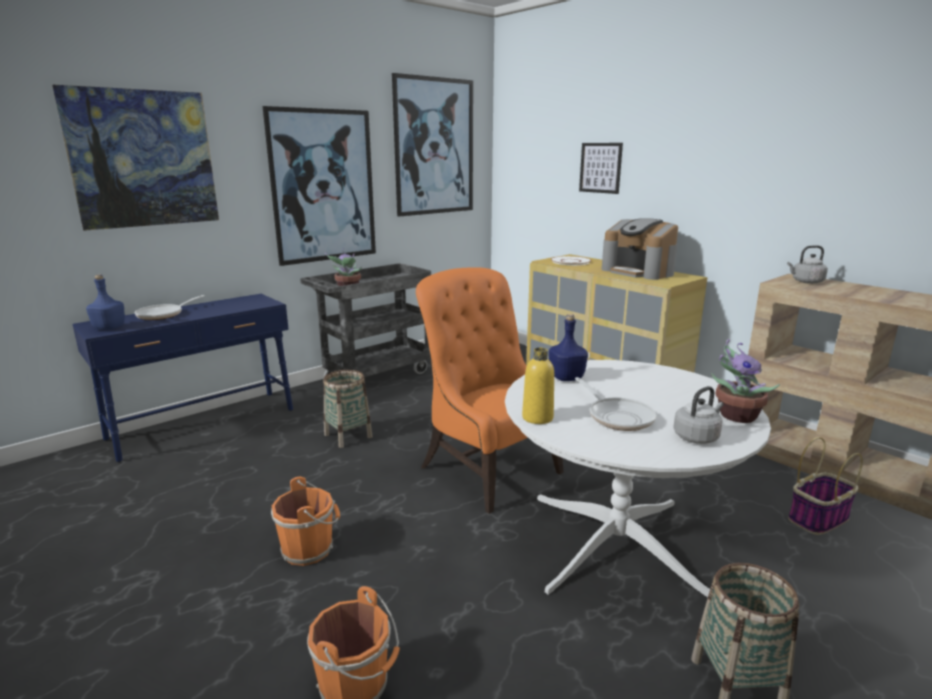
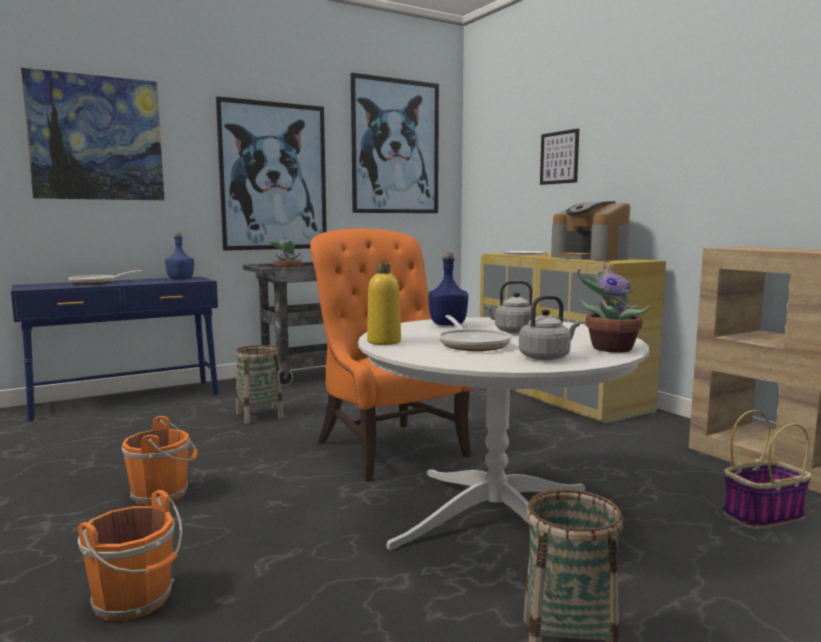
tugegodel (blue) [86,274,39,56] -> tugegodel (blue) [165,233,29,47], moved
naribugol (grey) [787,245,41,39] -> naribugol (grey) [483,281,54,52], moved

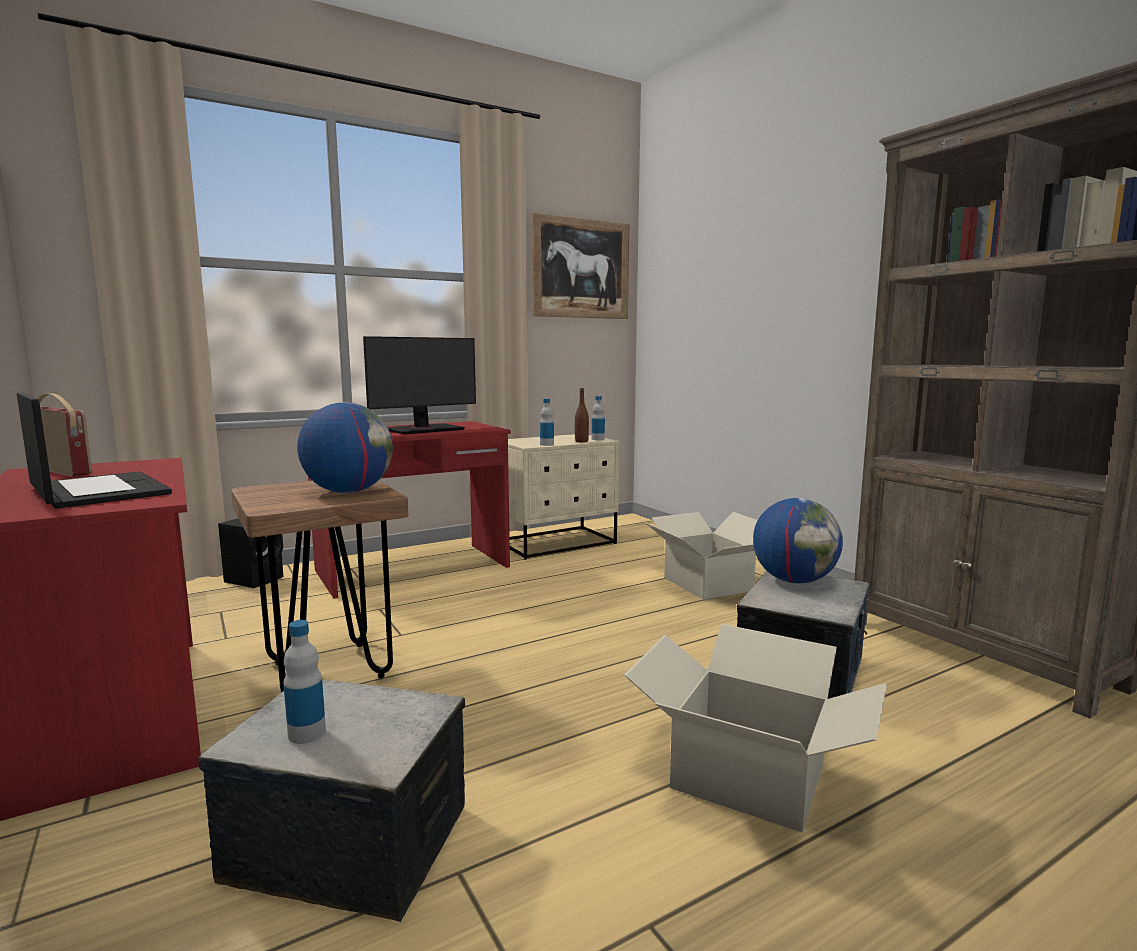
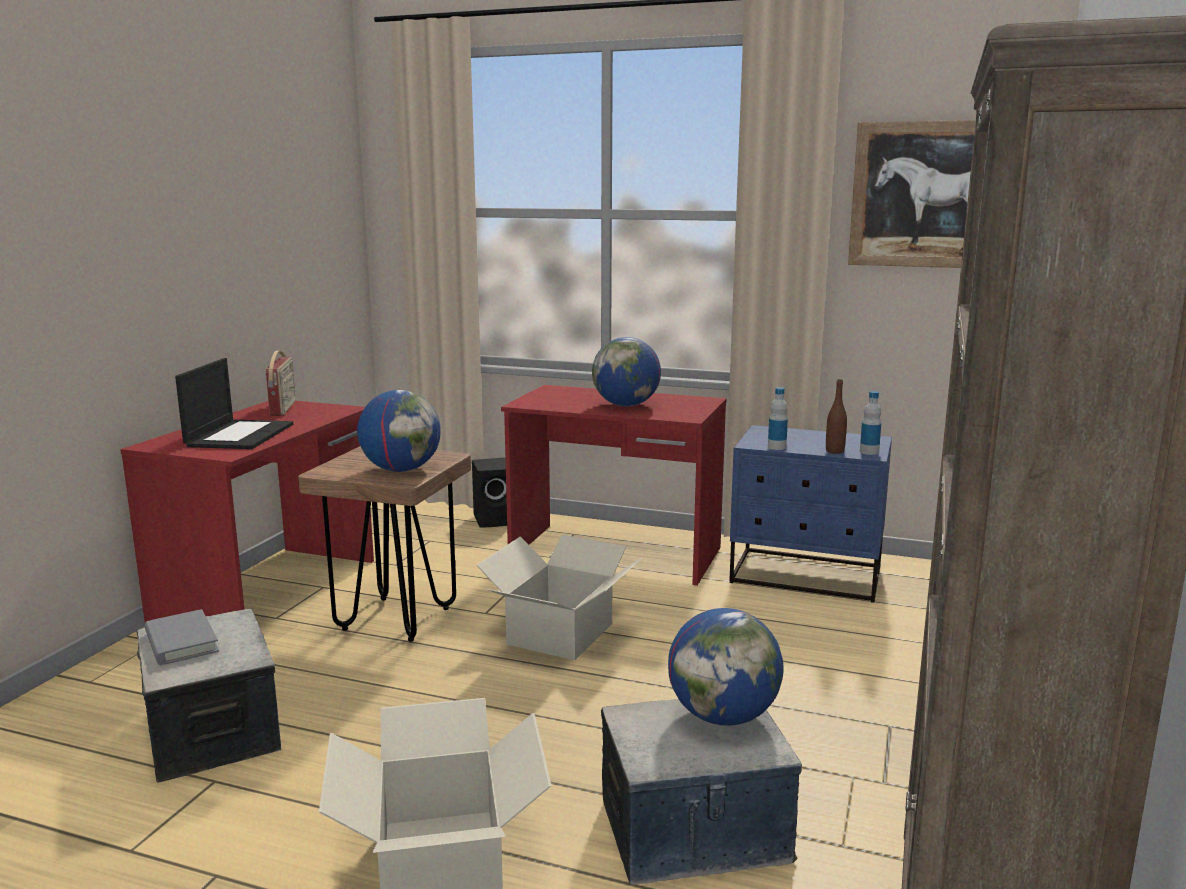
tugegodel [283,620,43,124] -> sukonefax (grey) [145,609,74,56]
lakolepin [645,512,113,88] -> lakolepin [476,535,166,125], moved
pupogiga [363,336,113,99] -> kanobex [592,337,69,70]
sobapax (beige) [508,434,112,126] -> sobapax (blue) [729,425,163,178]

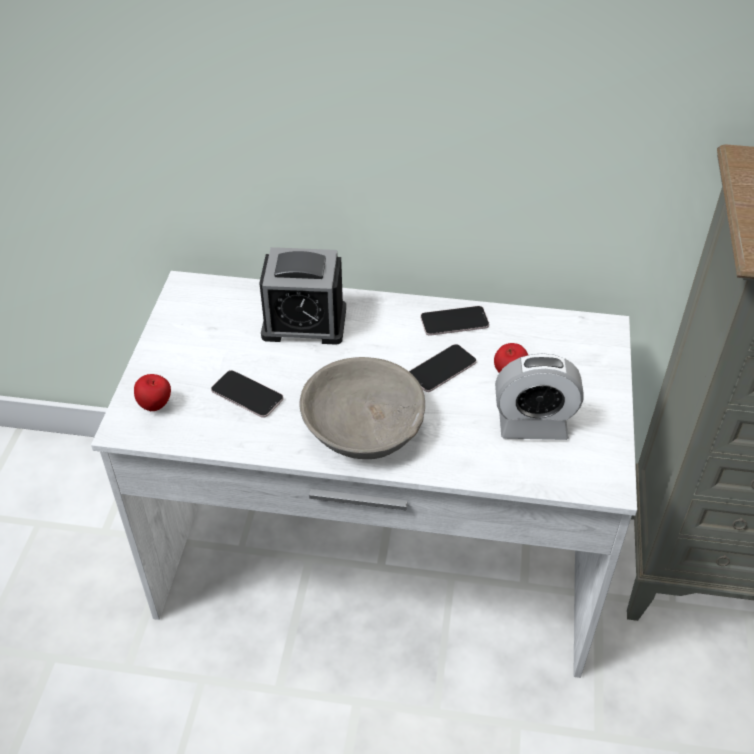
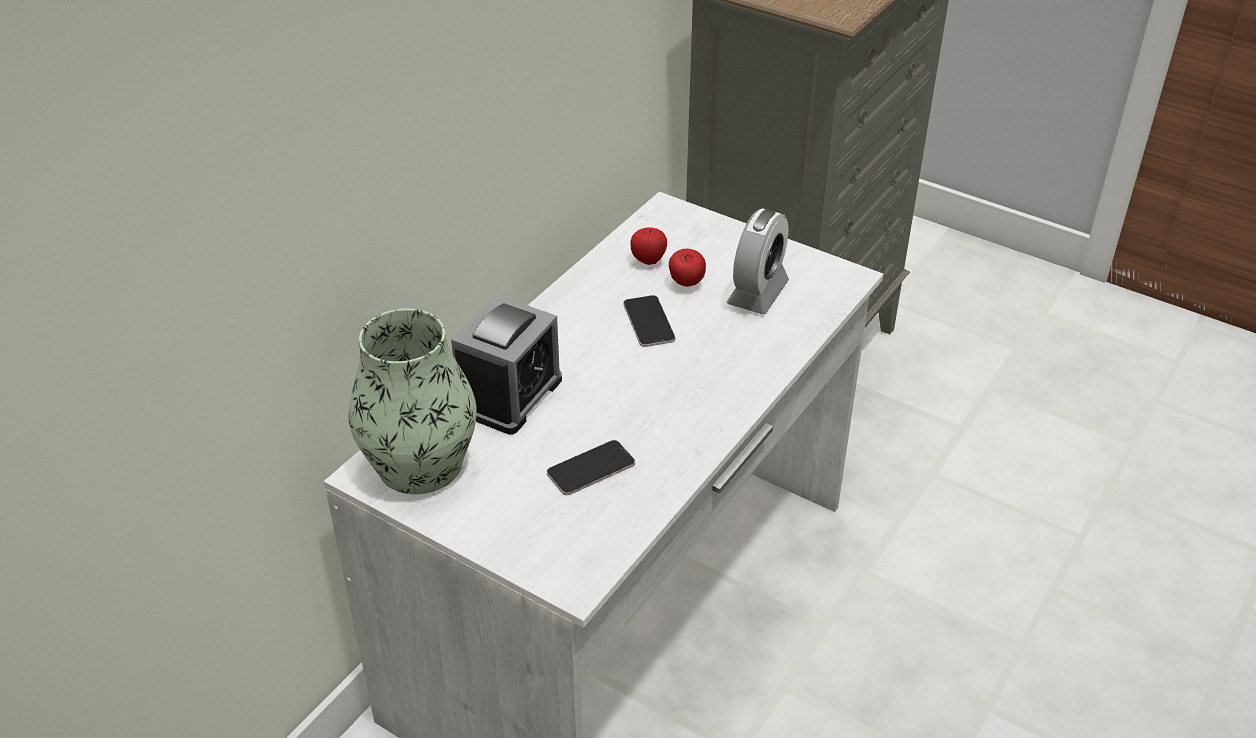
none -> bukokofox [348,309,129,185]
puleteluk [134,374,37,37] -> puleteluk [631,227,36,38], moved
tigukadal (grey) [299,357,126,102] -> none
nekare [420,306,69,30] -> none

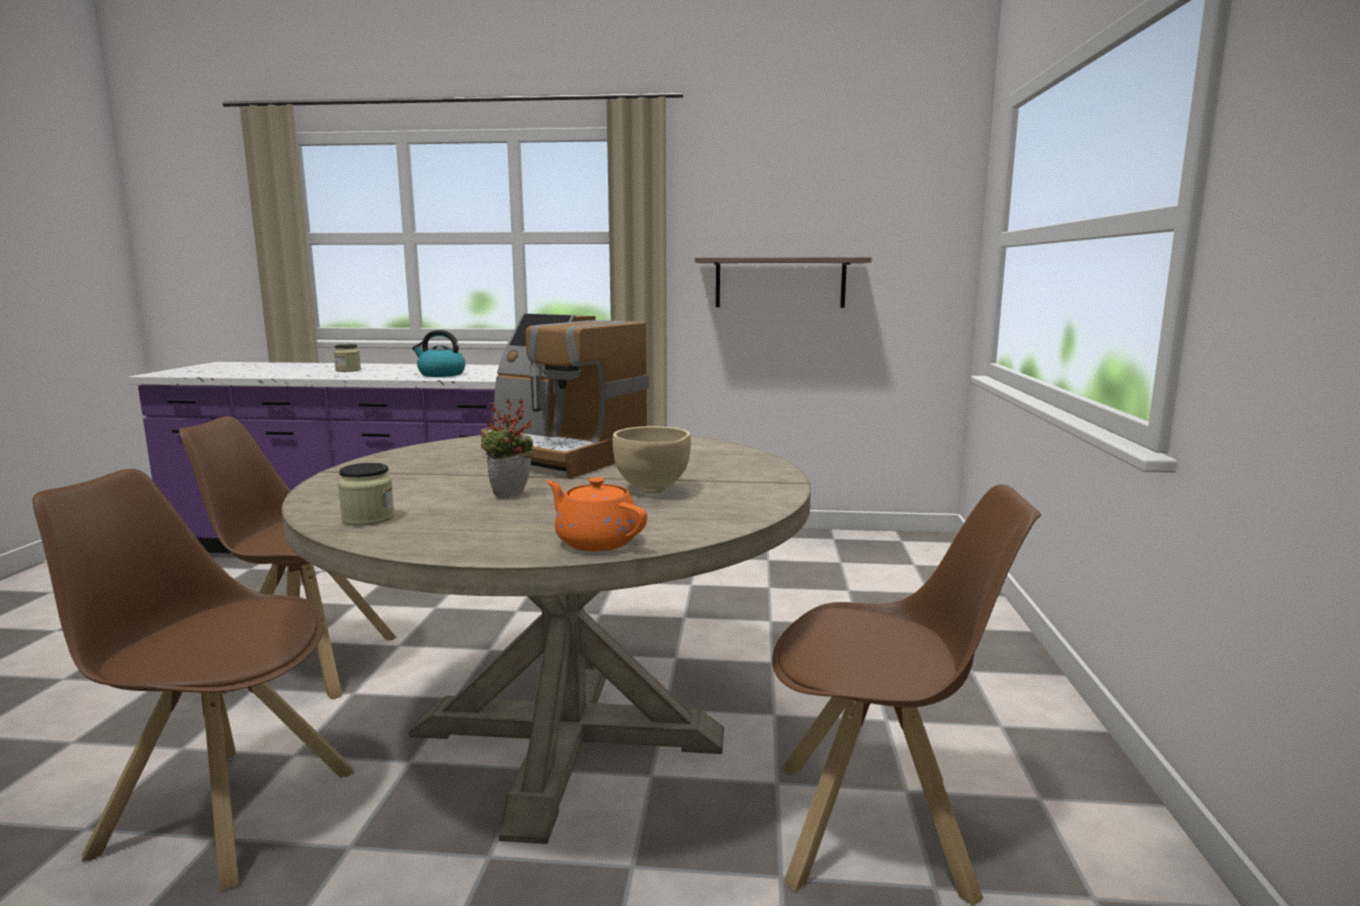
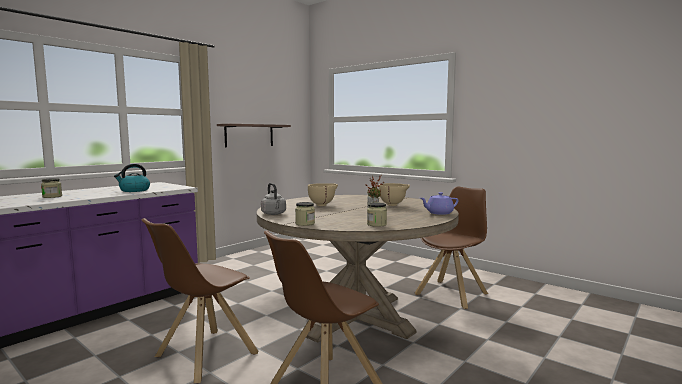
none -> naribugol (grey) [261,183,25,32]
none -> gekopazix [295,202,20,24]
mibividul [481,314,168,164] -> tigukadal (beige) [308,183,30,23]
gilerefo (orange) [546,477,101,74] -> gilerefo (purple) [421,192,37,23]

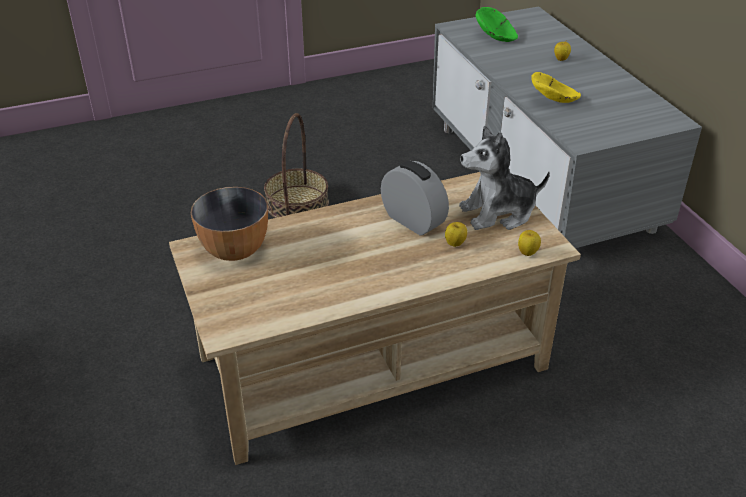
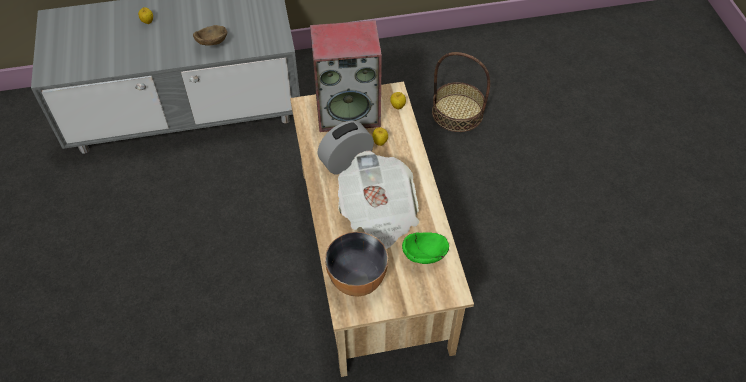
tigukadal (yellow) [531,72,50,31] -> tigukadal (brown) [193,25,34,21]
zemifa [459,125,91,105] -> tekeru [310,20,72,112]
none -> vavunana [338,151,81,98]
tigukadal (green) [475,7,43,35] -> tigukadal (green) [402,232,47,32], moved
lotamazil [264,113,65,105] -> lotamazil [432,52,58,80], moved

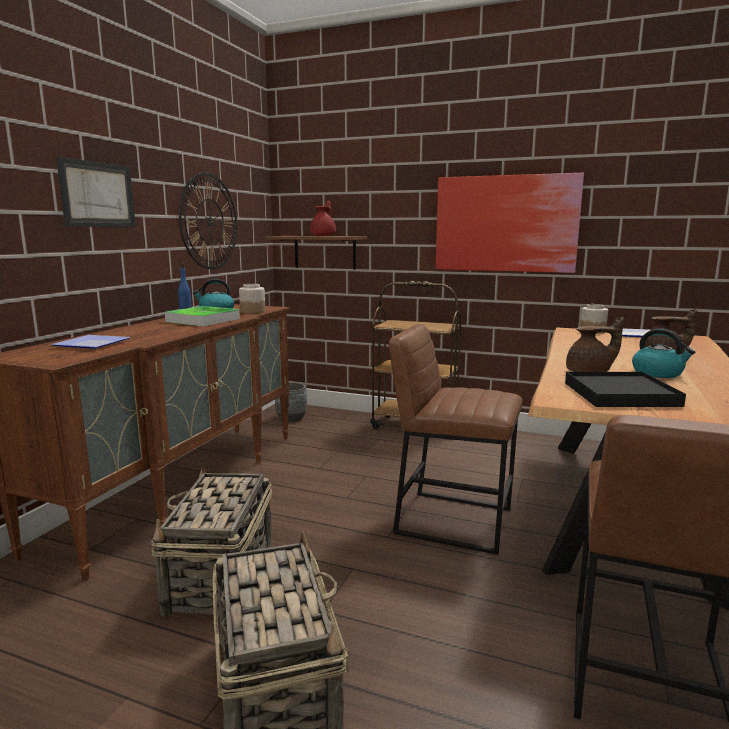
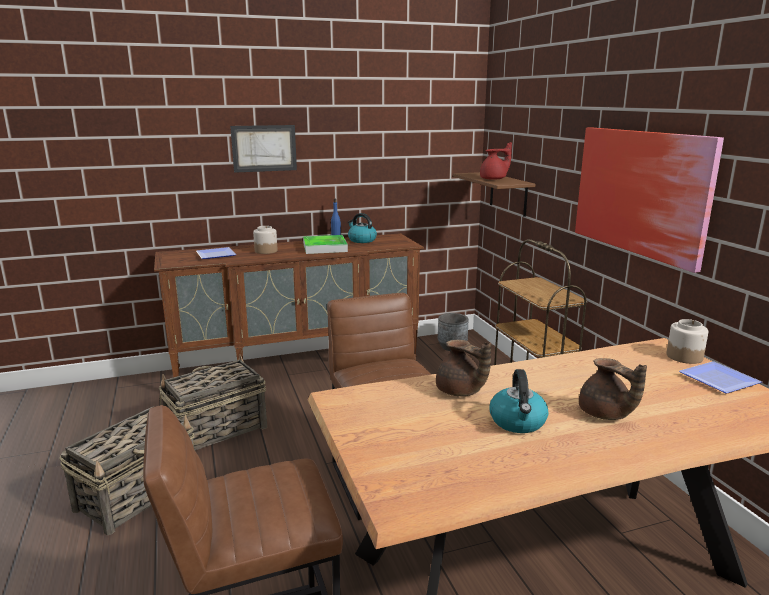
gekopazix [239,284,26,30] -> gekopazix [253,226,24,28], moved
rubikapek [179,172,58,97] -> none
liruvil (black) [565,372,121,35] -> none

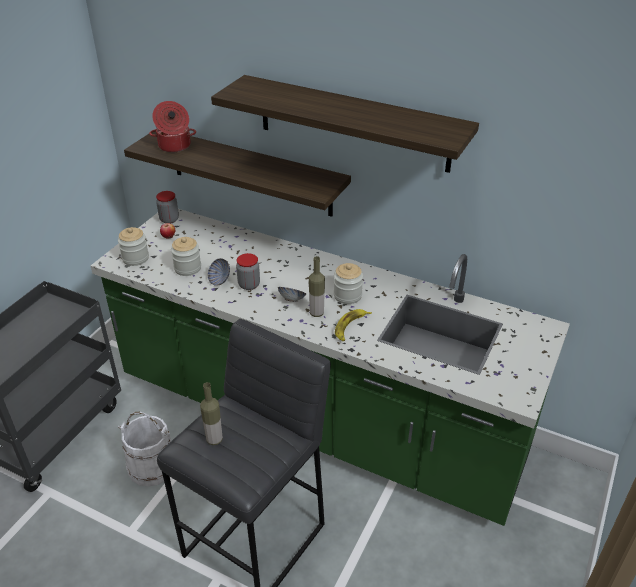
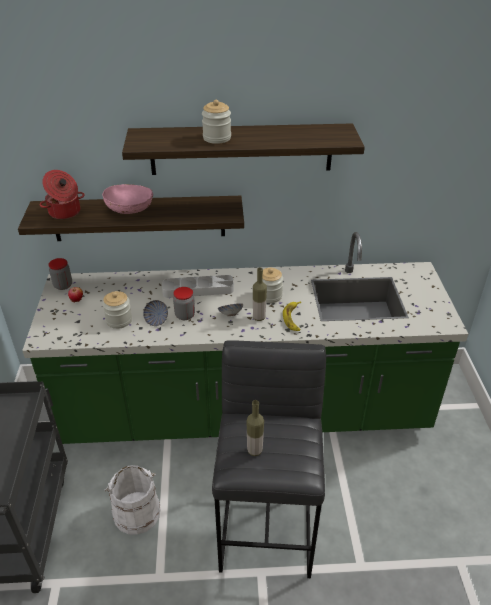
none -> tigukadal (pink) [102,184,51,30]
none -> liruvil (grey) [162,275,72,23]
gekopazix [118,227,31,39] -> gekopazix [202,100,29,44], moved

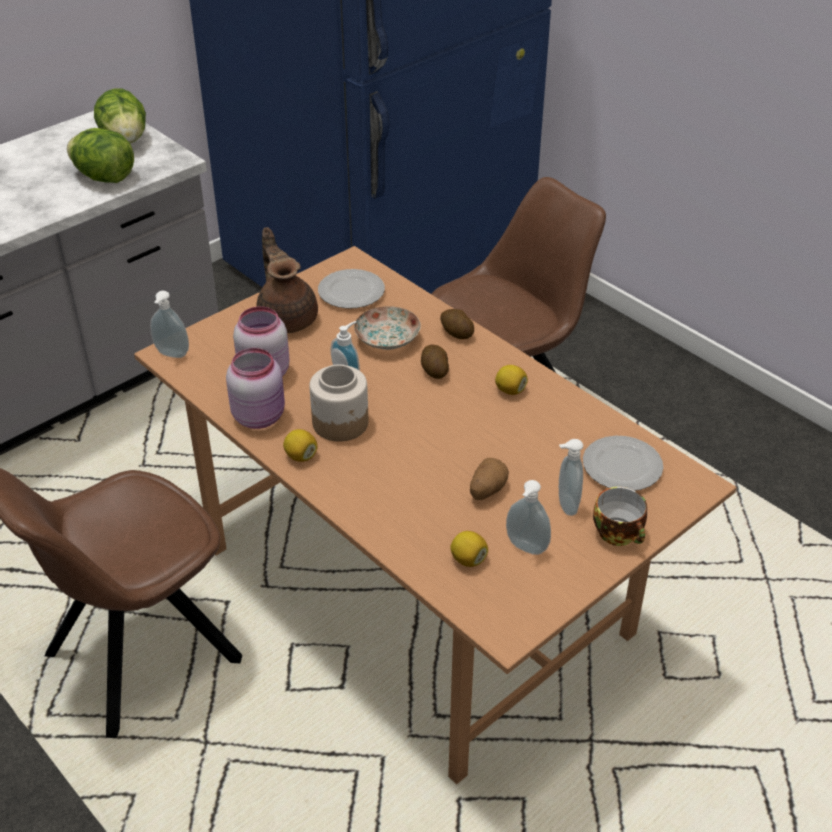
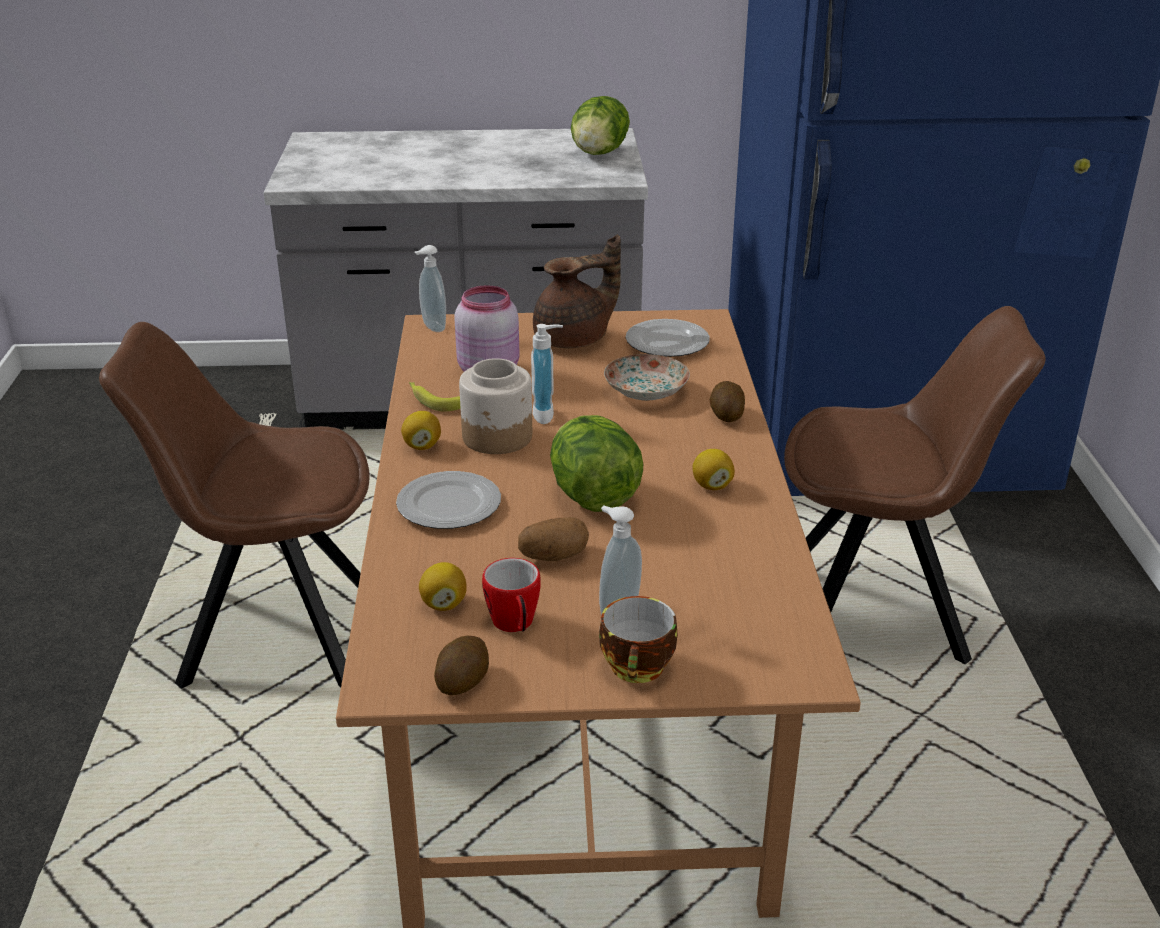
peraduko [583,436,80,55] -> peraduko [396,471,105,58], moved
gekopazix (pink) [226,348,59,81] -> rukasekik [409,382,52,29]
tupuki [421,345,28,34] -> tupuki [434,636,55,59], moved
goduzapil [506,480,45,75] -> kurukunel [482,558,59,74]
gilerefo (brown) [256,227,62,106] -> gilerefo (brown) [533,235,88,113], 45 degrees clockwise
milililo [67,128,67,55] -> milililo [550,415,93,97], moved

